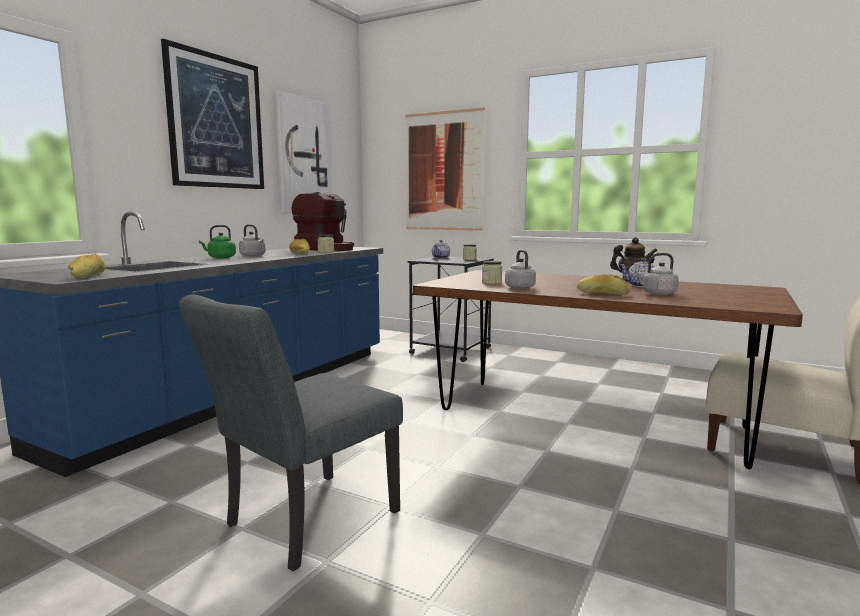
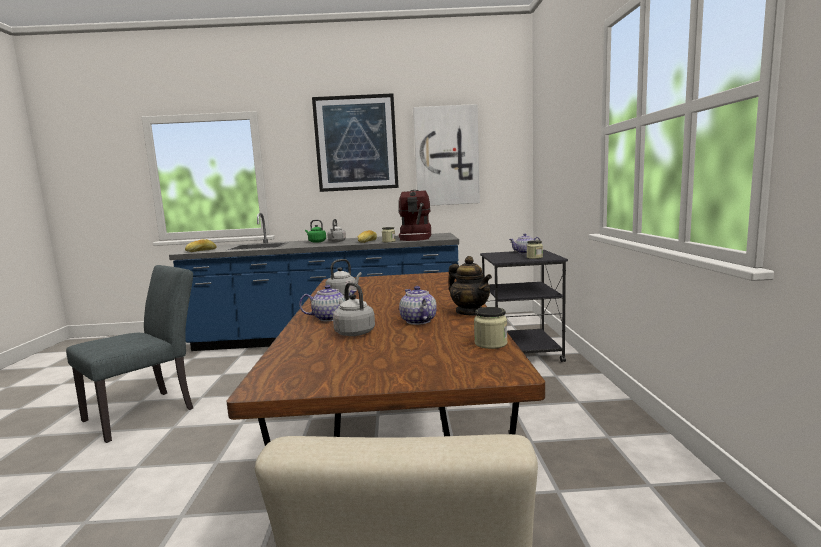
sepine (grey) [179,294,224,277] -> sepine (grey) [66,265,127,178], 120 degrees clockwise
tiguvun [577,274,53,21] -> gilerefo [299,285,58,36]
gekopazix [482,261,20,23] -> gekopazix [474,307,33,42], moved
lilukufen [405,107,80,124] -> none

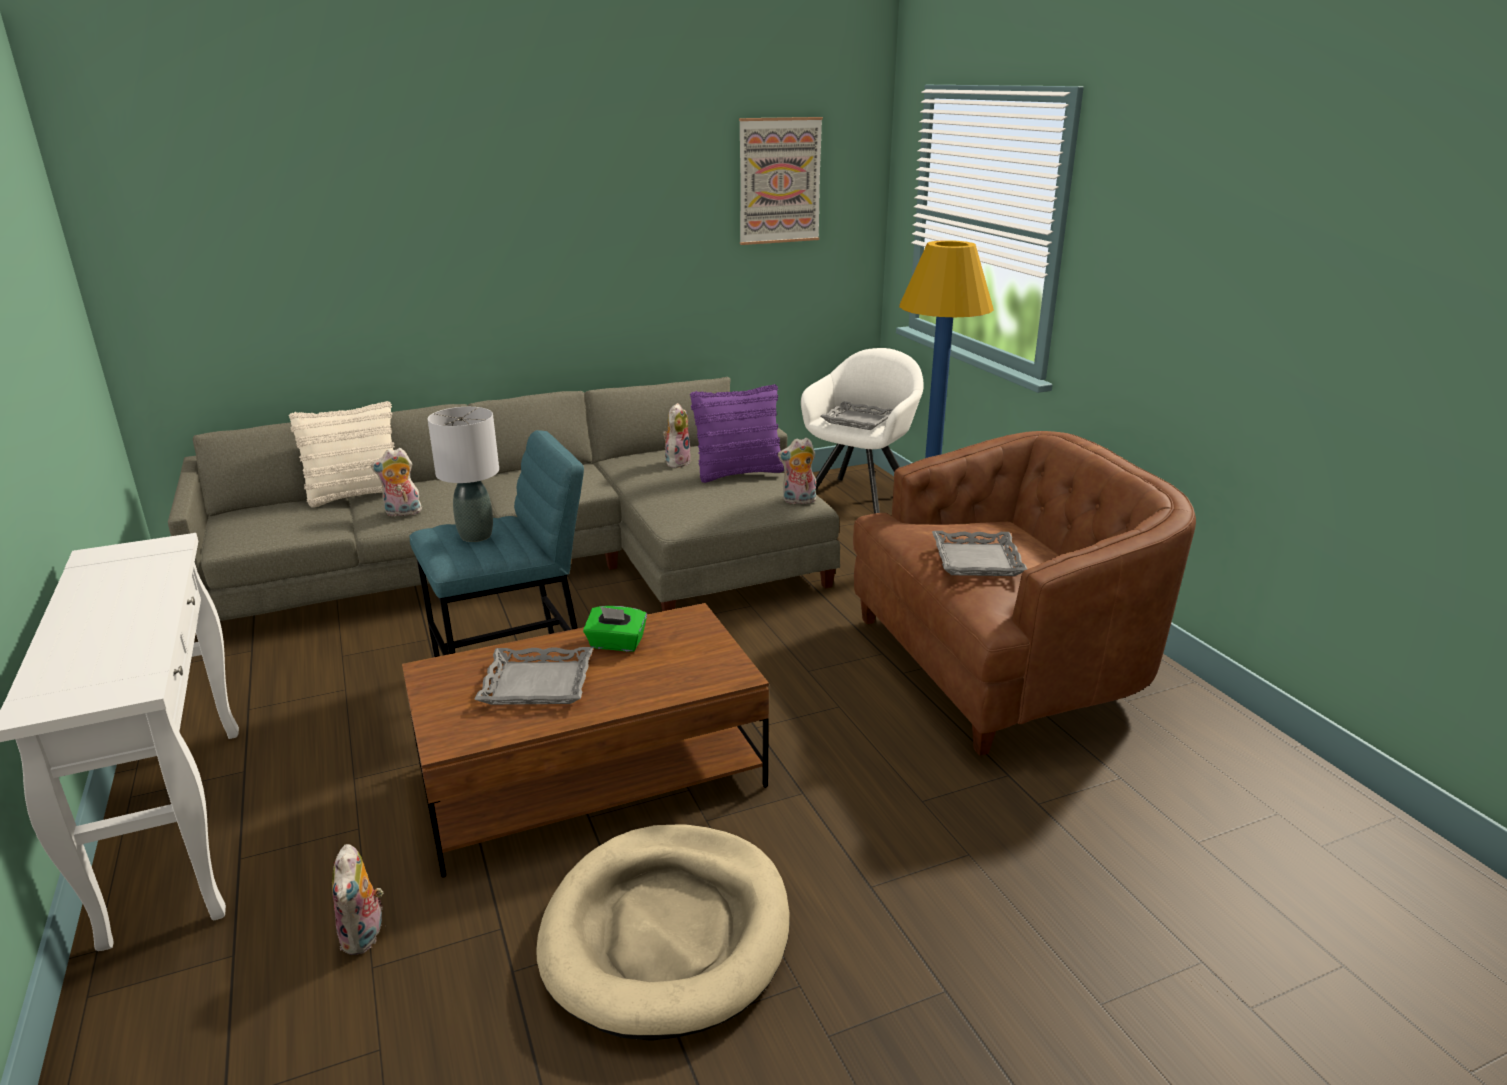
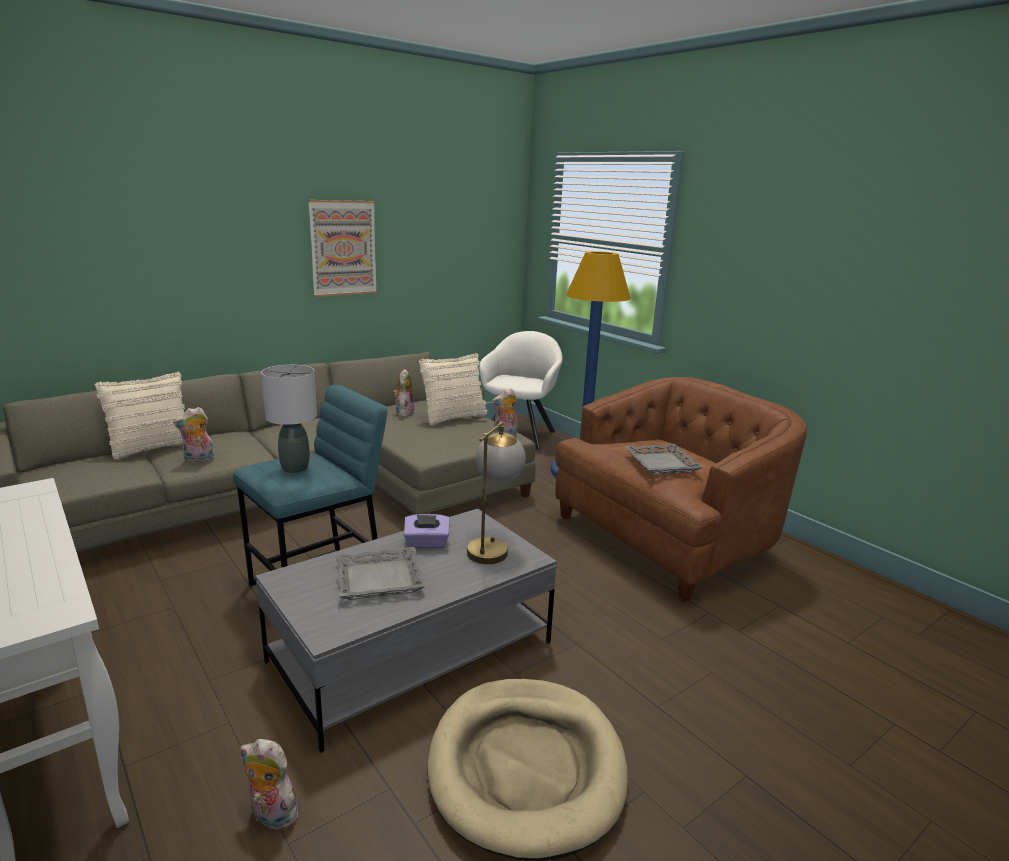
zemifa [332,844,51,111] -> zemifa [240,739,59,91], 135 degrees clockwise
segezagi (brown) [402,603,367,274] -> segezagi (grey) [256,509,301,244]
lilukufen [739,117,84,128] -> lilukufen [308,200,69,97], moved
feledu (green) [583,606,64,46] -> feledu (purple) [404,514,46,35]
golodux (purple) [690,384,94,99] -> golodux (beige) [419,353,68,73]
none -> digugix [467,422,59,142]
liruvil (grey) [821,401,72,29] -> none

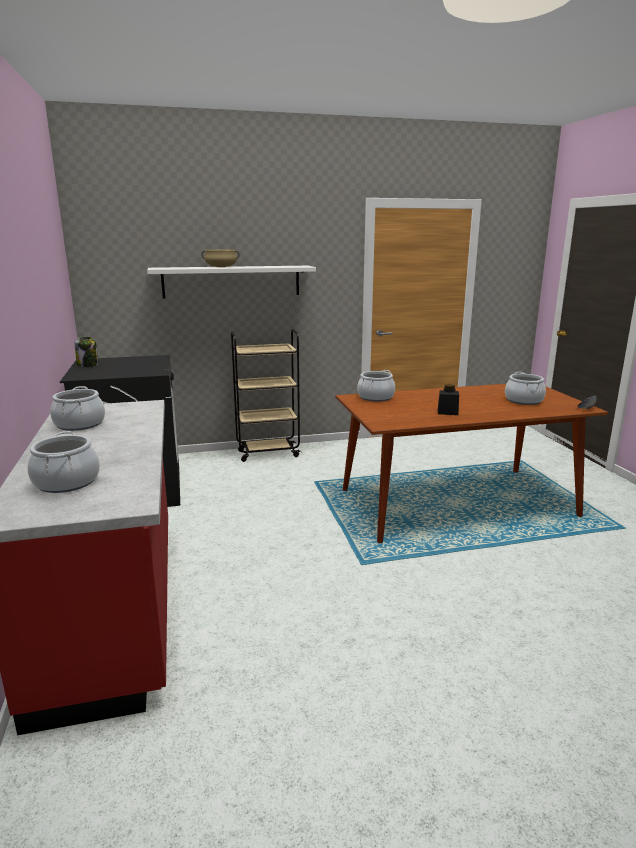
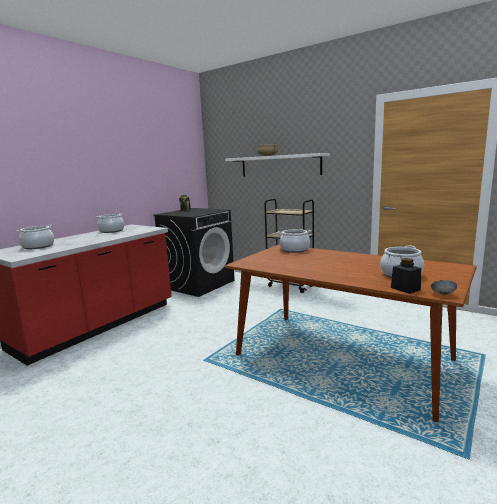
gekopazix (black) [438,384,21,31] -> gekopazix (black) [391,258,30,36], moved

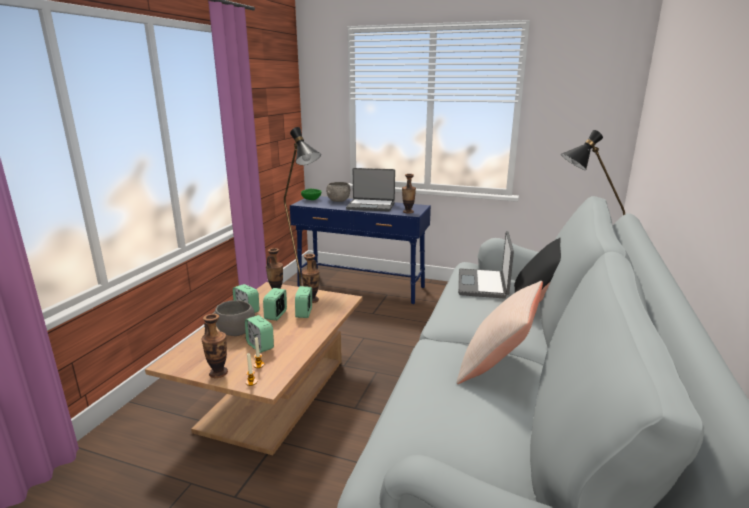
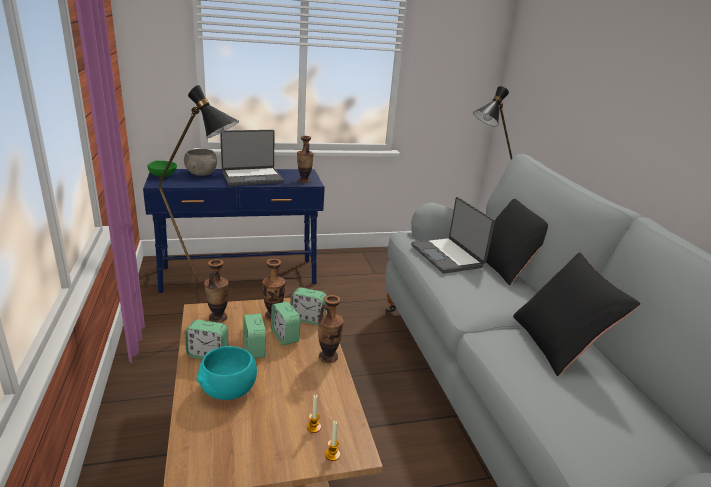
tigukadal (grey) [212,300,43,36] -> tigukadal (turquoise) [196,346,61,54]
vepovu [245,315,29,38] -> vepovu [291,287,36,38], moved
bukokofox [201,314,27,64] -> bukokofox [318,295,26,68], moved
golodux (beige) [457,281,86,103] -> golodux (black) [513,252,128,124]

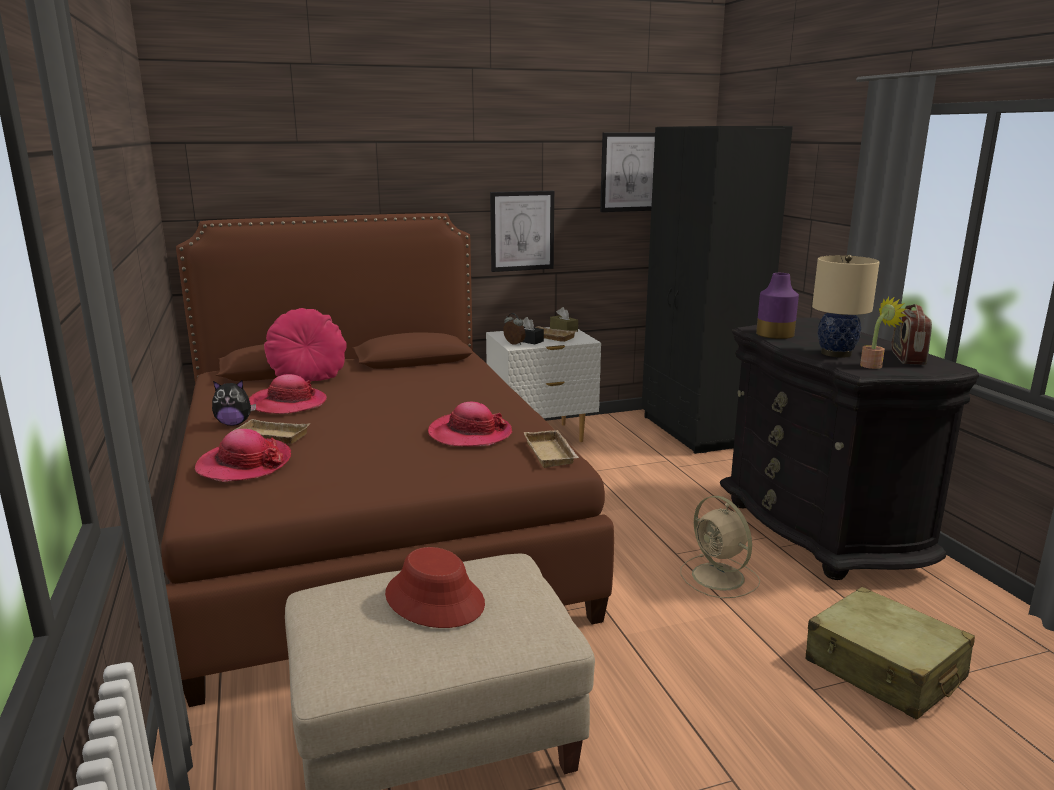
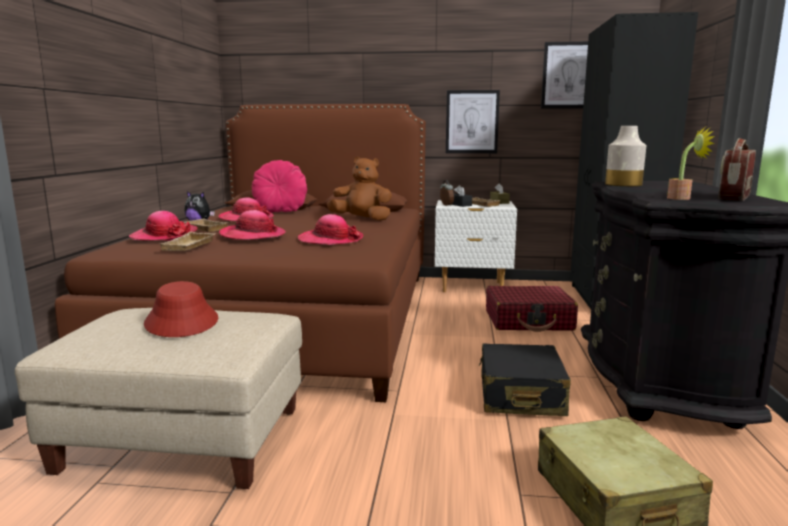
liruvil (beige) [524,430,55,38] -> liruvil (beige) [160,231,56,20], moved
none -> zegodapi [219,210,67,30]
none -> zemifa (brown) [327,157,65,64]
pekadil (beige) [680,496,80,102] -> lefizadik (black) [479,343,92,73]
none -> lefizadik (red) [486,286,92,46]
bukokofox (purple) [756,273,43,66] -> bukokofox (beige) [605,126,41,60]
digugix (beige) [812,255,68,103] -> none

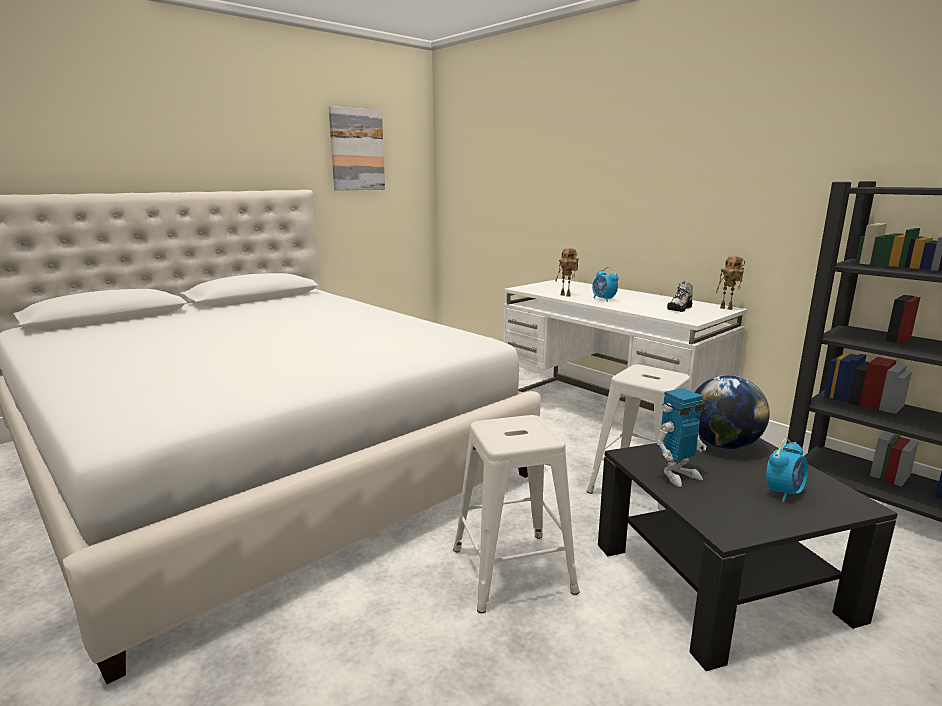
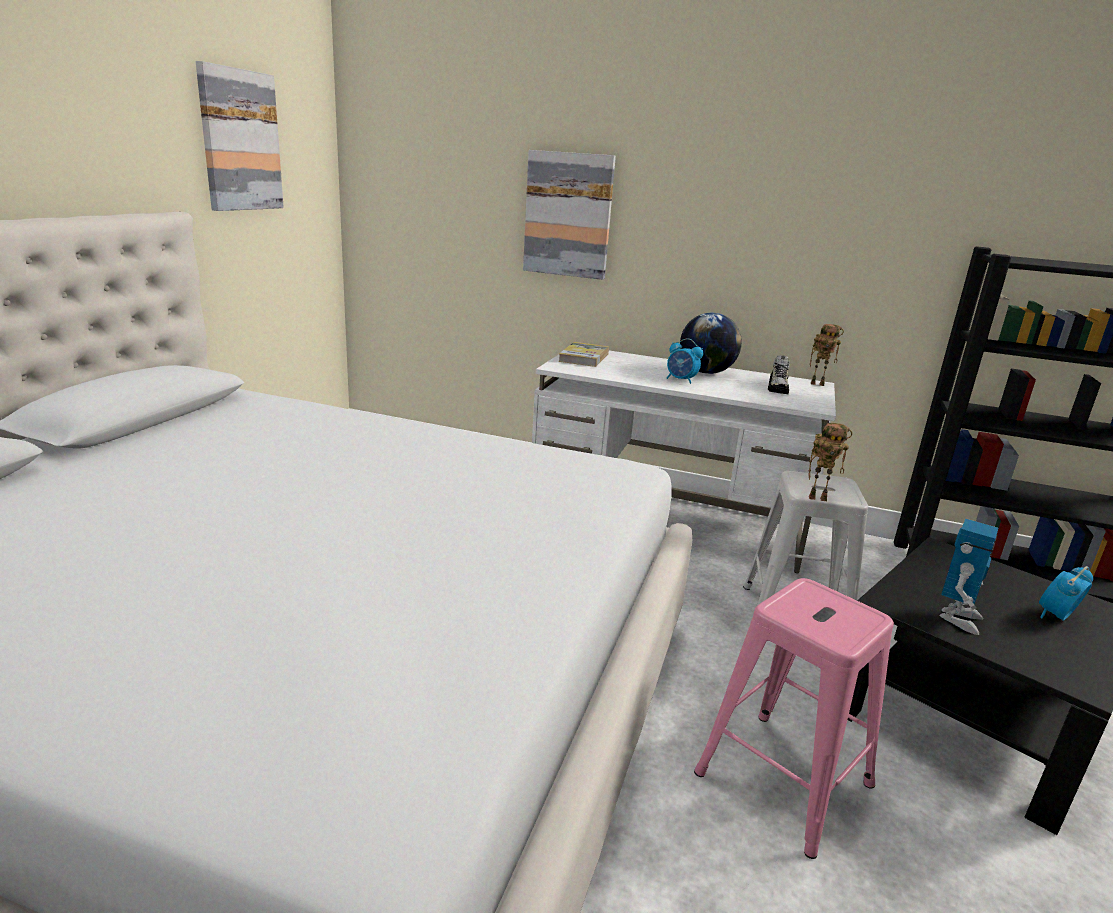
none -> lilukufen [523,150,93,130]
none -> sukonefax [558,342,51,25]
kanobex [695,375,75,74] -> kanobex [680,313,62,61], moved
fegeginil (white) [453,415,127,198] -> fegeginil (pink) [694,578,200,281]
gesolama [556,248,23,49] -> gesolama [808,423,44,78], moved
vepovu [766,439,42,63] -> vepovu [1039,566,54,55], 150 degrees counterclockwise

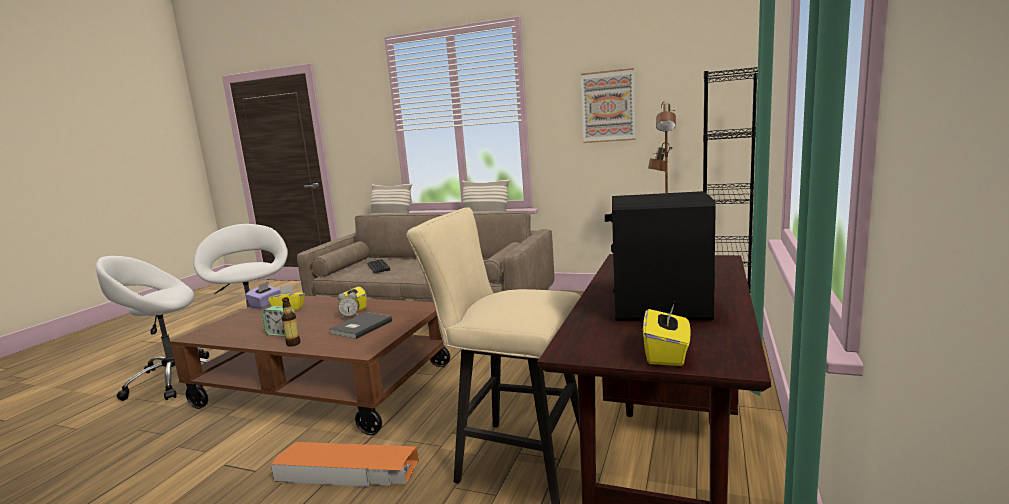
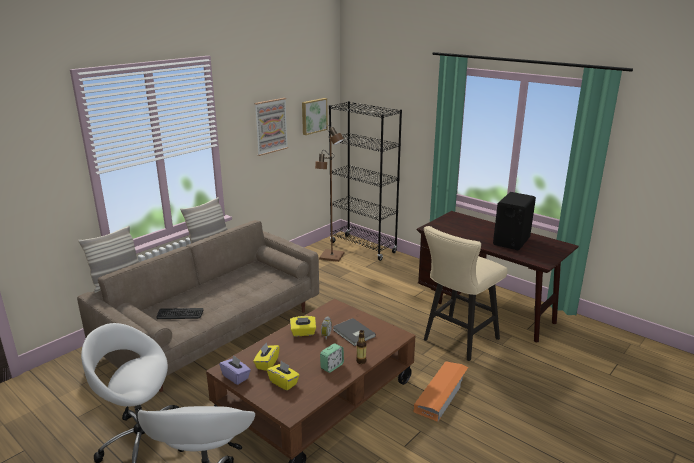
feledu (yellow) [643,302,47,64] -> feledu (yellow) [267,361,33,30], moved
none -> lilukufen [302,98,26,37]

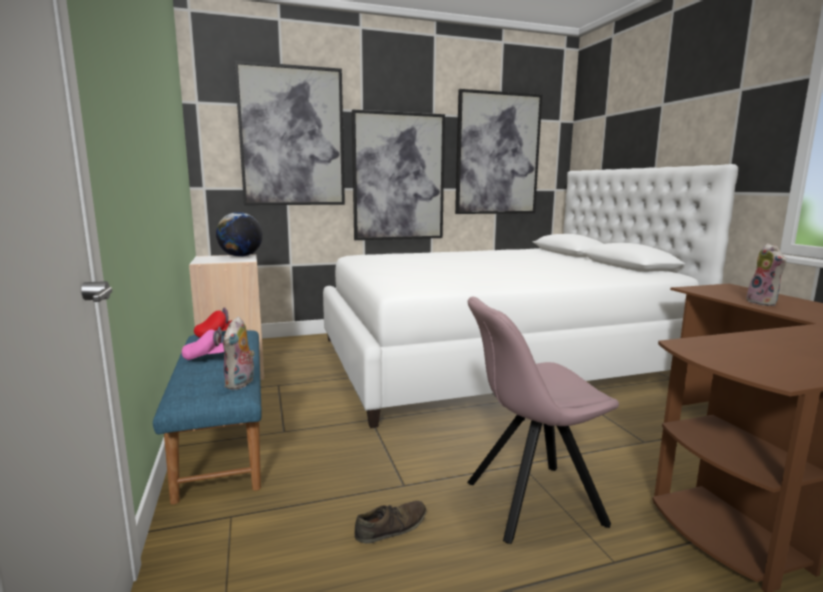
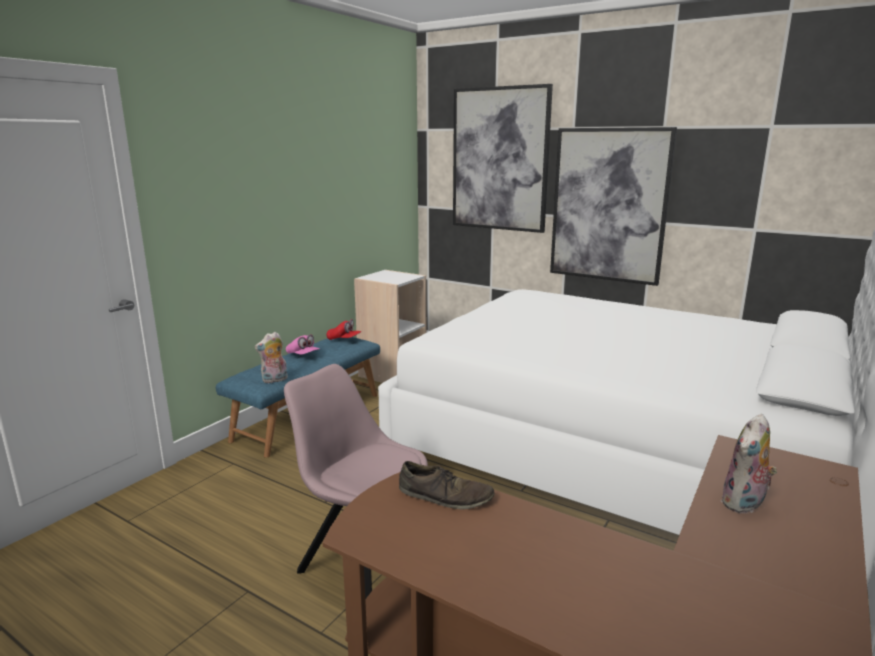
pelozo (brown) [354,501,72,43] -> pelozo (brown) [399,461,96,48], moved
kanobex [216,212,47,45] -> none
lilukufen [455,89,87,125] -> none

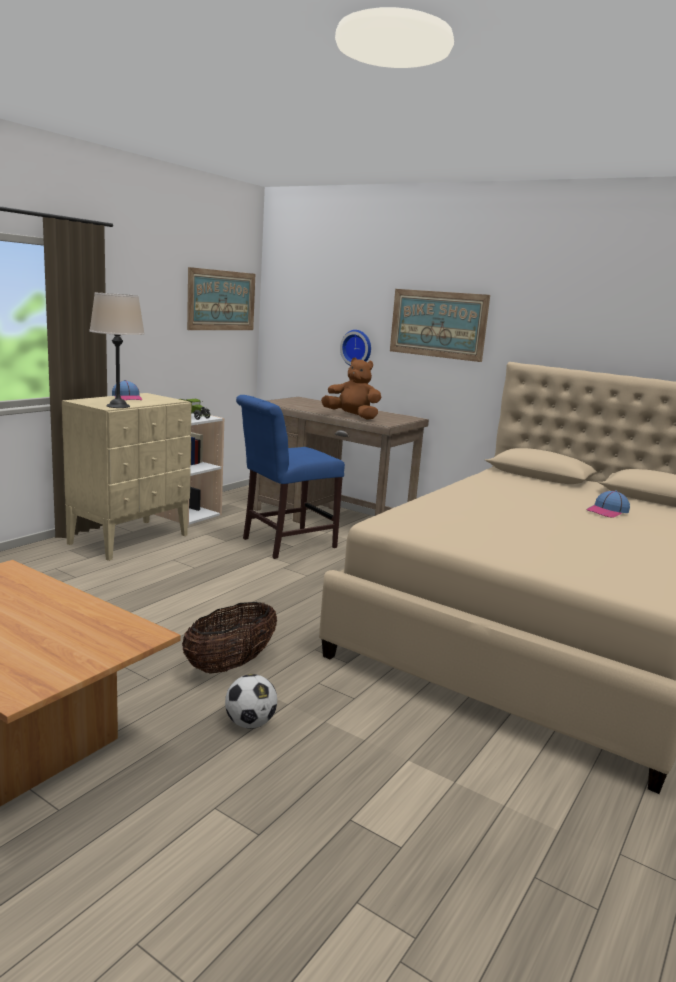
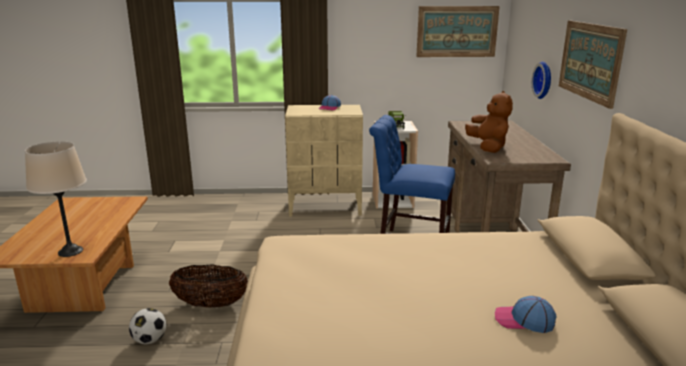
digugix (beige) [89,293,56,115] -> digugix (beige) [25,141,62,116], moved

